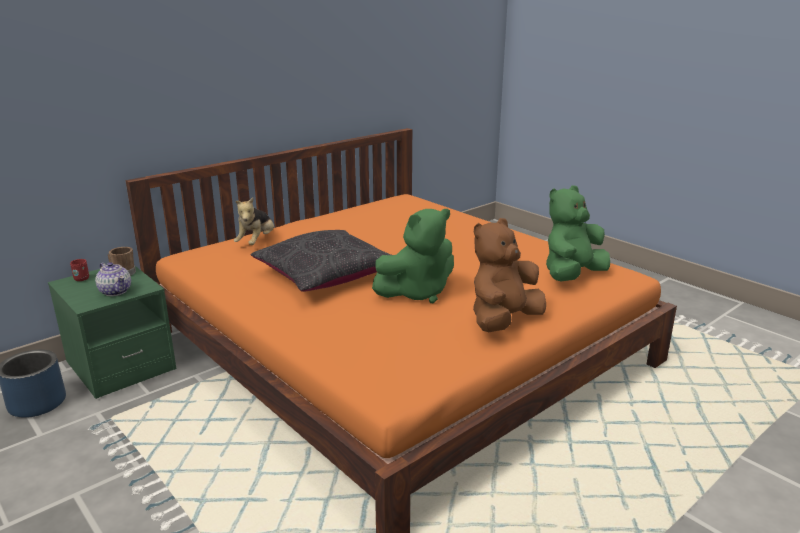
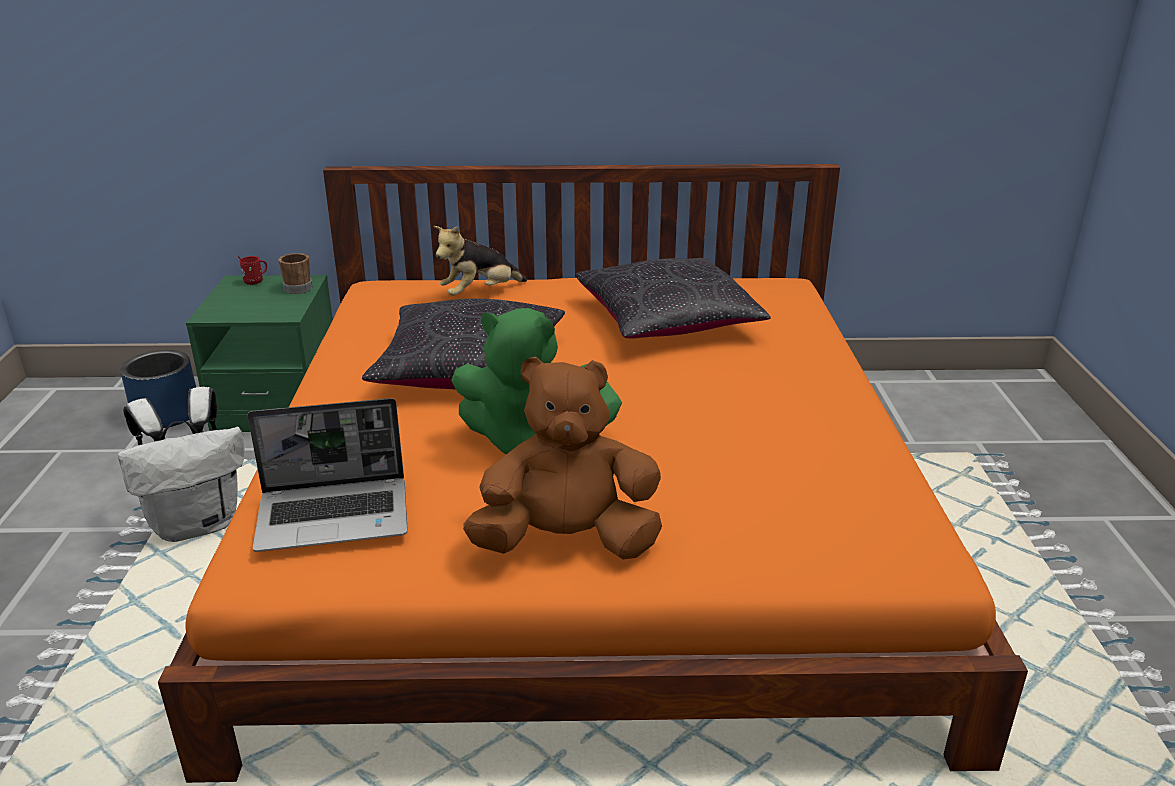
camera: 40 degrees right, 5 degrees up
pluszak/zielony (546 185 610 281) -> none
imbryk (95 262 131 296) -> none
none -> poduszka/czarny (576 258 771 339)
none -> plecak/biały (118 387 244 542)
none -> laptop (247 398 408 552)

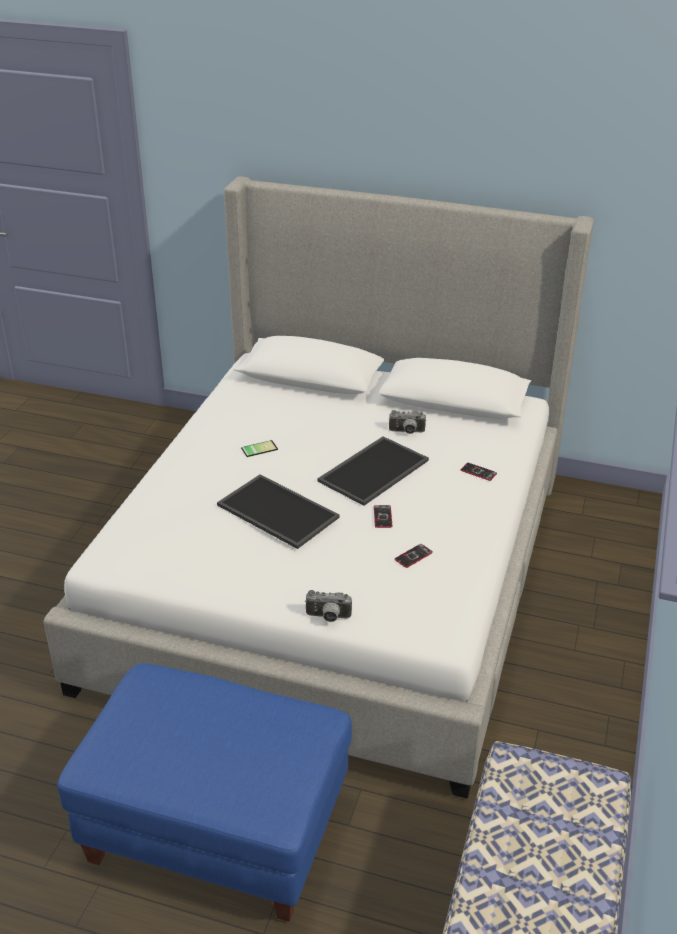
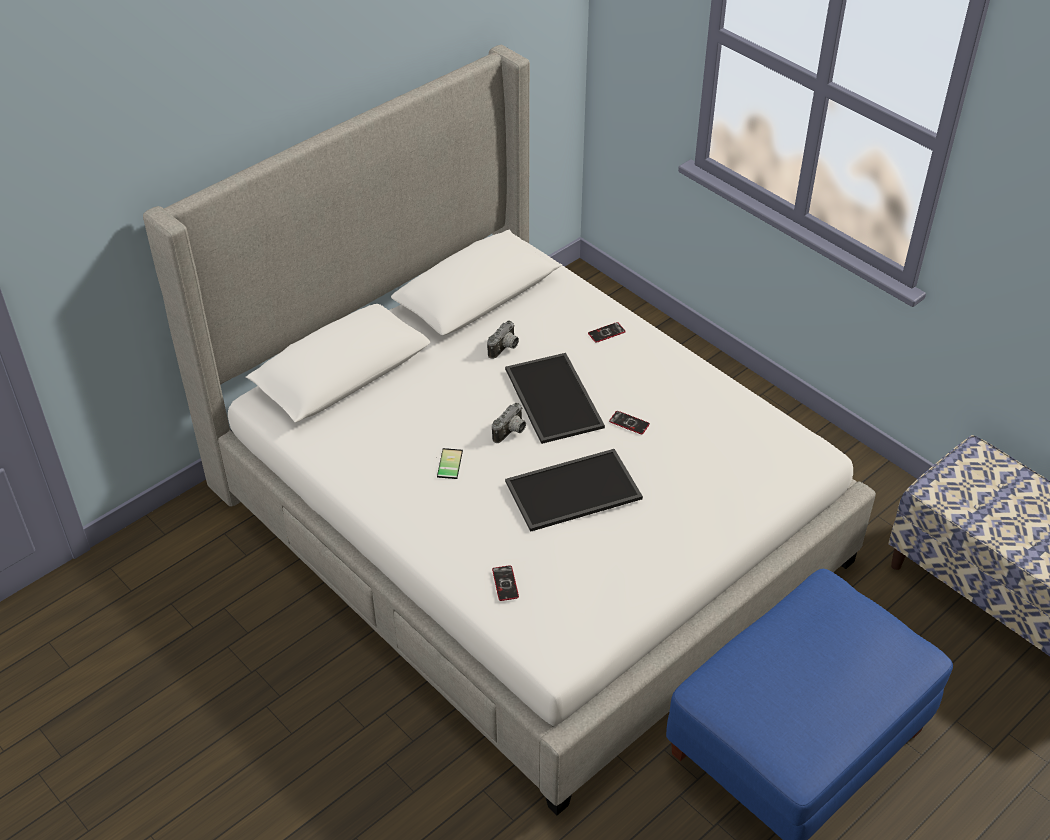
camera: 60 degrees left, 10 degrees up
telefon (395 544 433 568) -> telefon (492 565 519 601), move
aparat fotograficzny (305 590 352 622) -> aparat fotograficzny (492 403 526 443), move

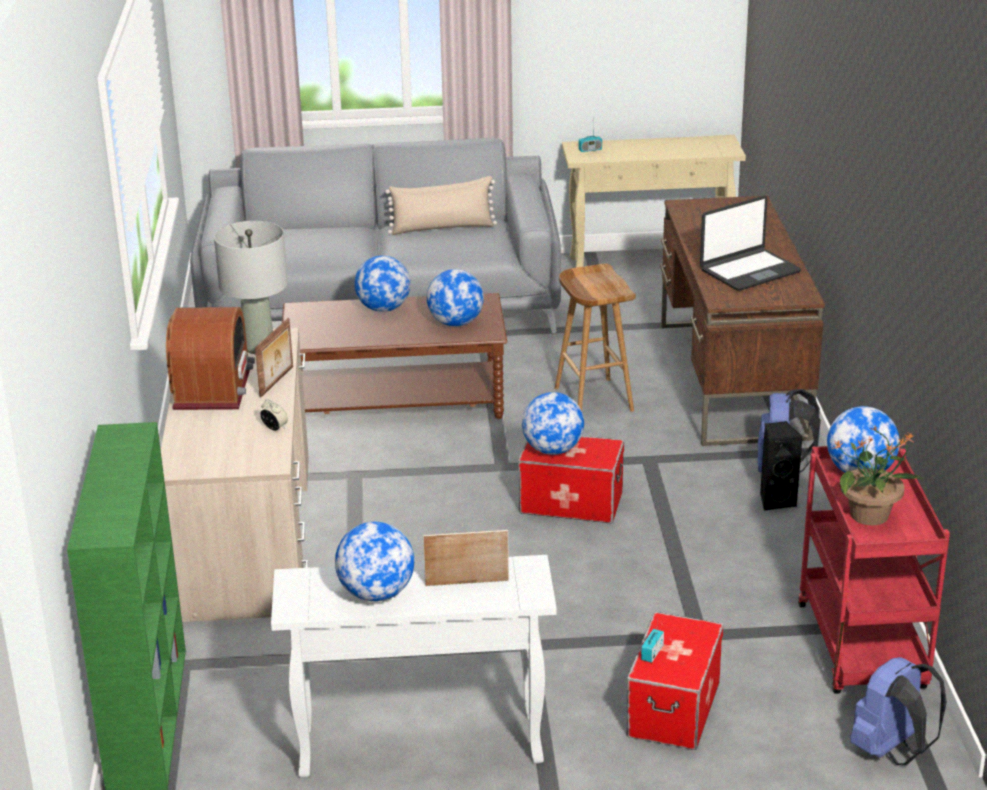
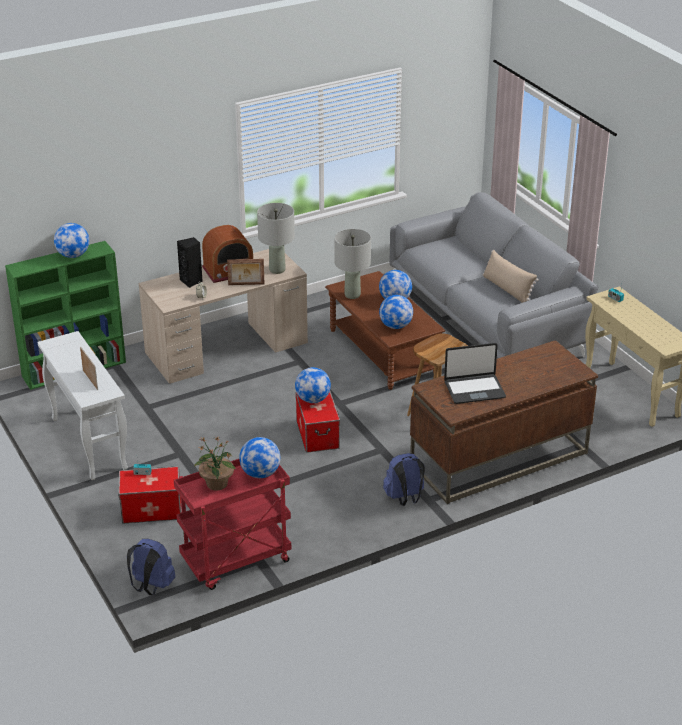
camera: 65 degrees right, 5 degrees up
laptop (700 196 801 291) -> laptop (444 343 506 404), 45 degrees counterclockwise
głośnik/czarny (760 421 803 511) -> głośnik/czarny (177 237 203 288), move
globus (335 522 414 602) -> globus (54 223 89 258), move
none -> lampa stołowa/szary (335 229 371 299)

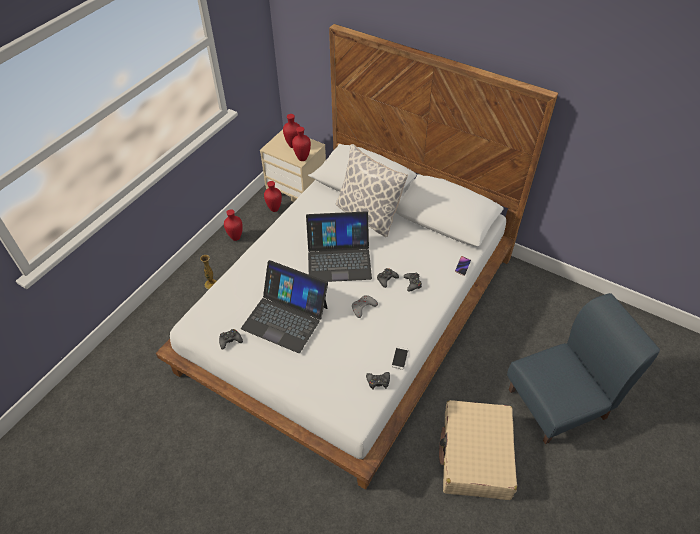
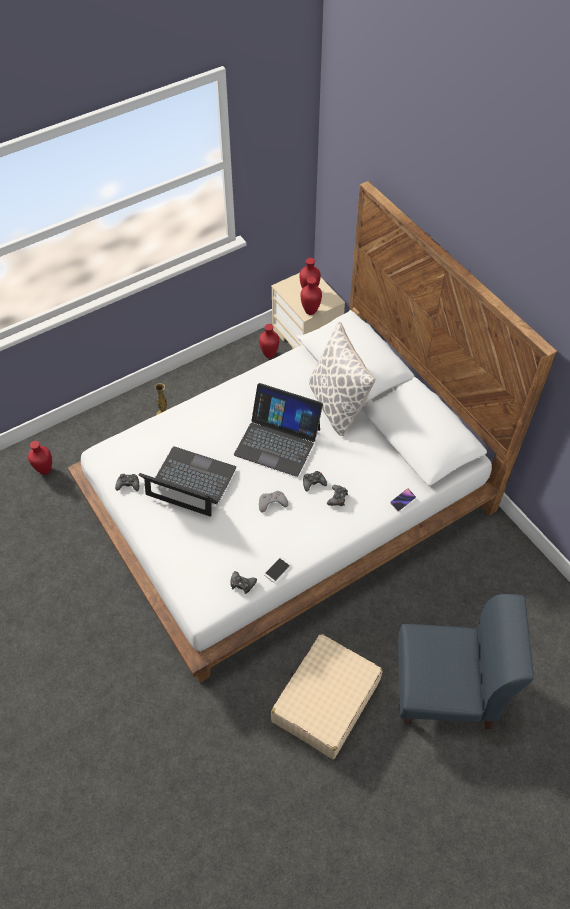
camera: 25 degrees right, 5 degrees up
wazon/czerwony (224 209 243 241) -> wazon/czerwony (28 441 52 475), move
laptop (241 260 328 353) -> laptop (138 446 236 517), 150 degrees clockwise

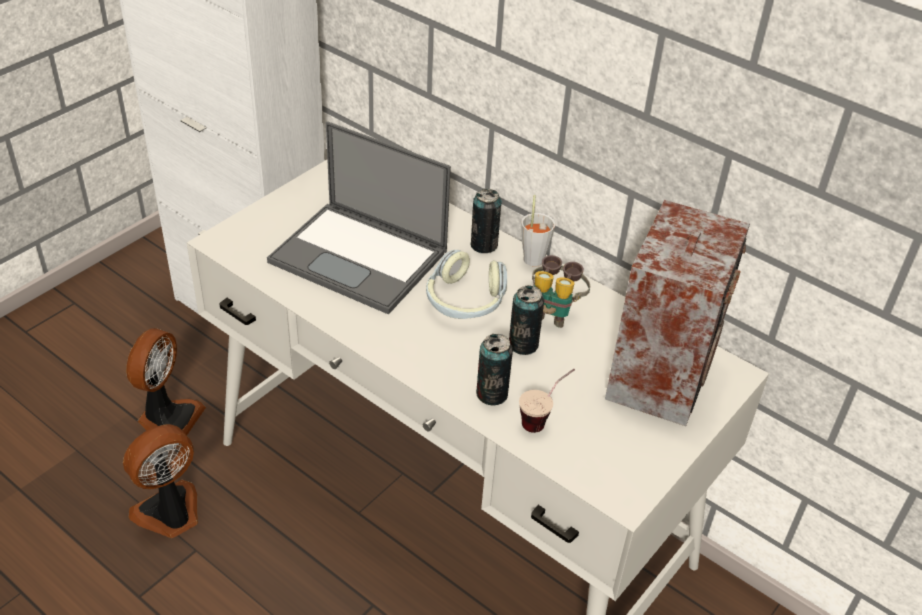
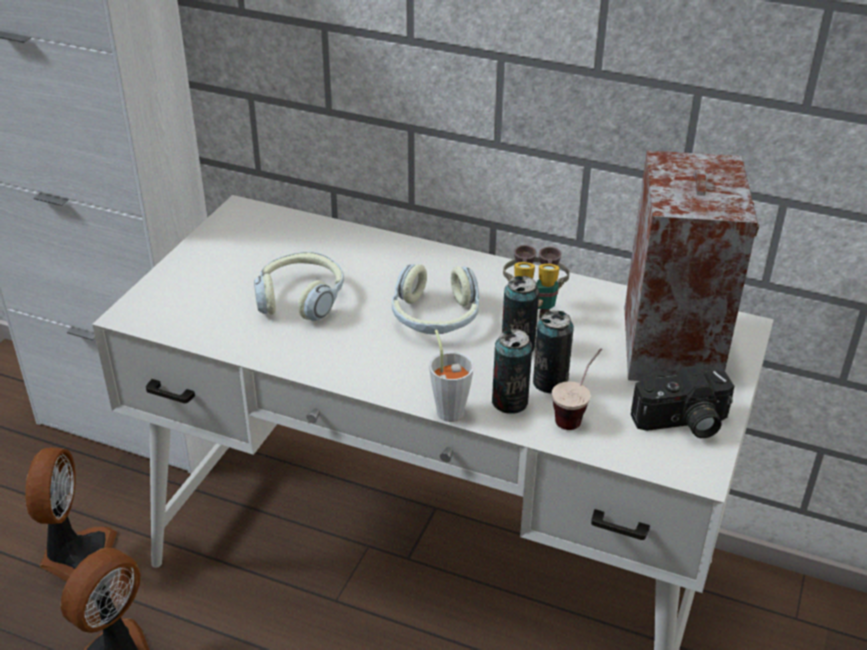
camera: 15 degrees left, 5 degrees down
laptop (267 121 451 314) -> słuchawki (254 252 344 321)
puszka (471 189 502 253) -> puszka (533 310 574 394), move
filiżanka/szary (521 195 555 267) -> filiżanka/szary (429 330 474 422), move
none -> aparat fotograficzny (631 365 734 438)

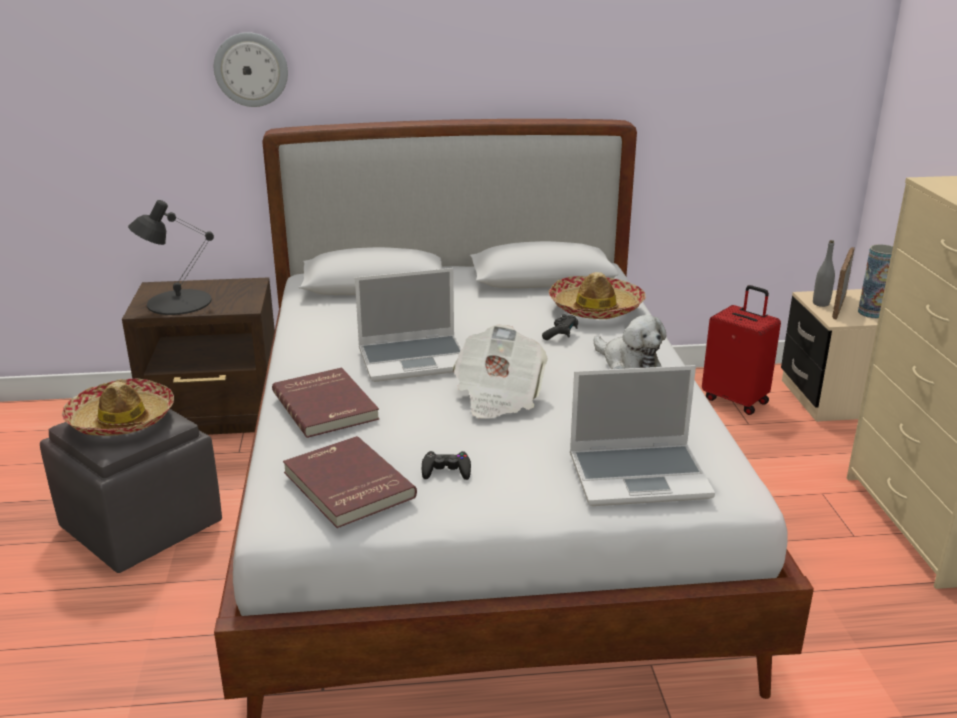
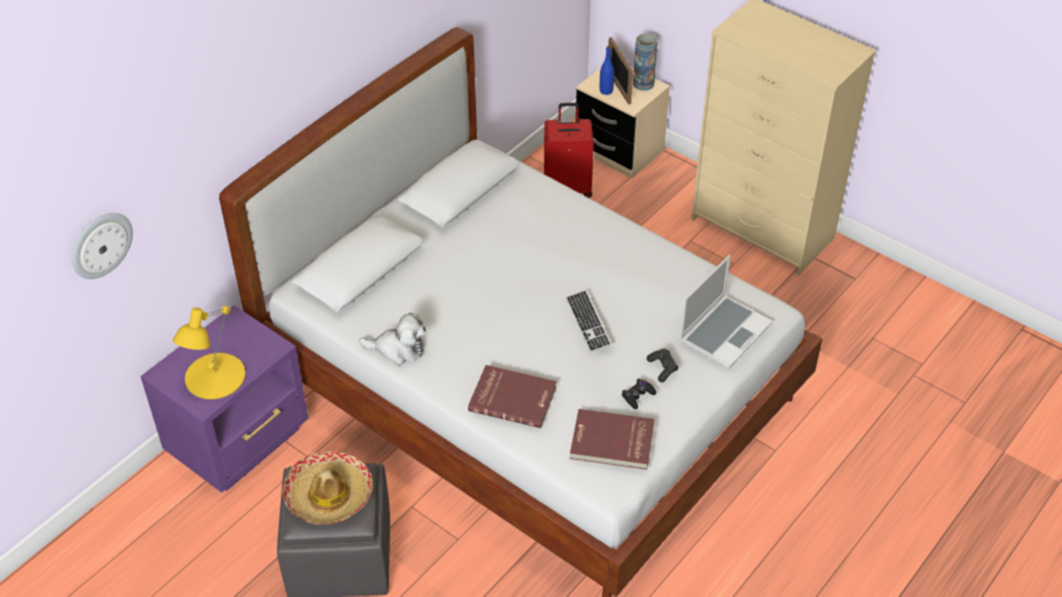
camera: 45 degrees left, 20 degrees up
zegar ścienny (214 32 288 107) -> zegar ścienny (72 213 133 279), move
lampa stołowa/czarny (128 200 214 315) -> lampa stołowa/żółty (173 306 245 399)
butelka/szary (813 240 835 307) -> butelka/niebieski (600 46 614 95)
laptop (355 268 462 382) -> none
kapelusz (549 272 646 319) -> none
szafka nocna/brązowy (122 277 275 435) -> szafka nocna/fioletowy (141 305 309 493)
pad do gier/czarny (542 314 578 340) -> pad do gier/czarny (647 349 678 382), move
pluszak (593 315 667 369) -> pluszak (359 312 426 366), move
gazeta (453 325 548 419) -> klawiatura (566 290 612 353)

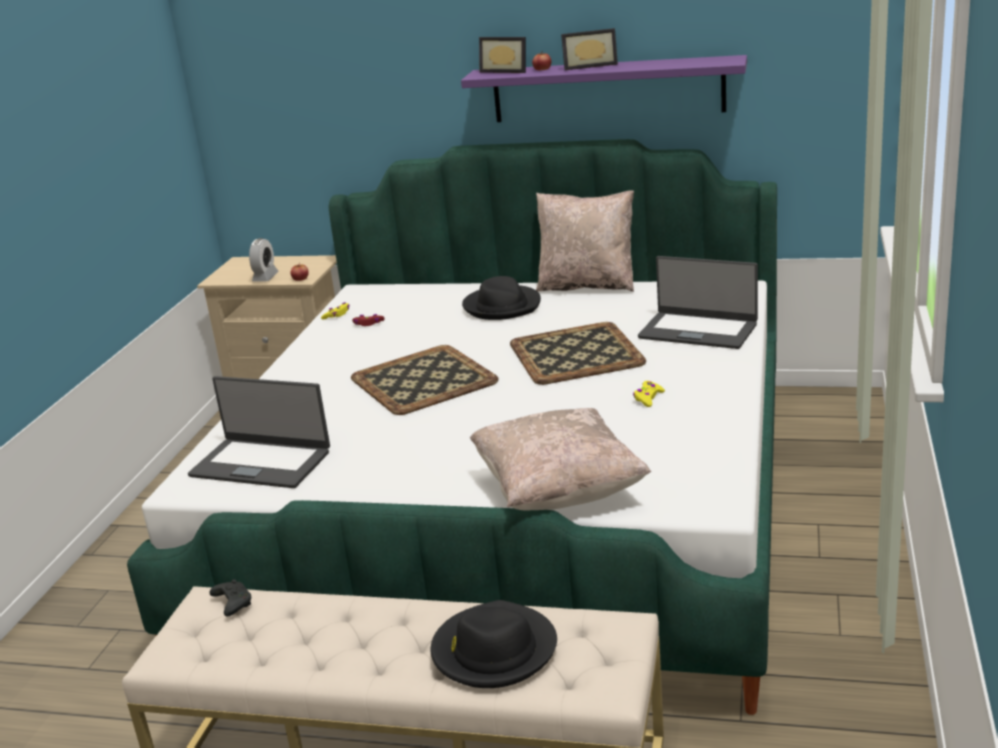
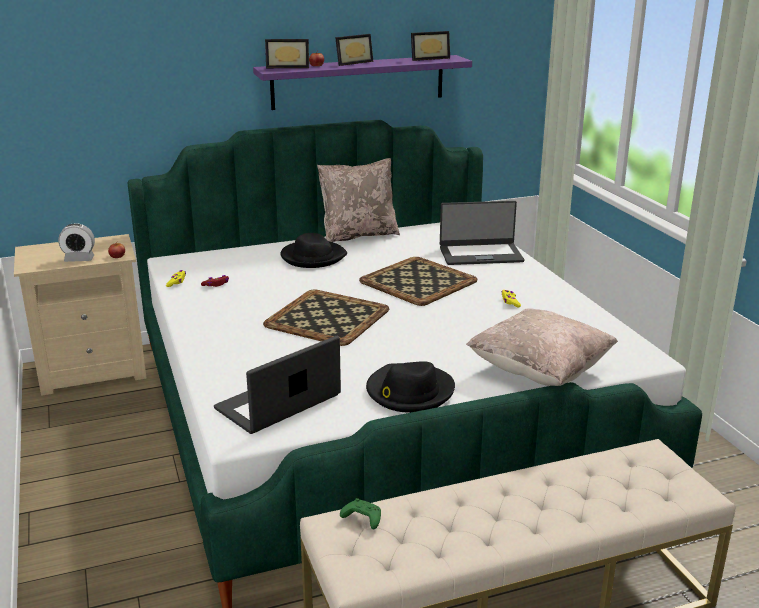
camera: 35 degrees left, 0 degrees up
budzik (249 238 279 282) -> budzik (58 223 95 262), 105 degrees clockwise
laptop (188 376 330 488) -> laptop (214 336 341 434), 150 degrees clockwise
pad do gier/czarny (209 579 251 616) -> pad do gier/zielony (340 498 381 529)
kapelusz/czarny (431 600 557 688) -> kapelusz/czarny (366 361 455 413), move
none -> ramka na zdjęcie (411 31 450 61)

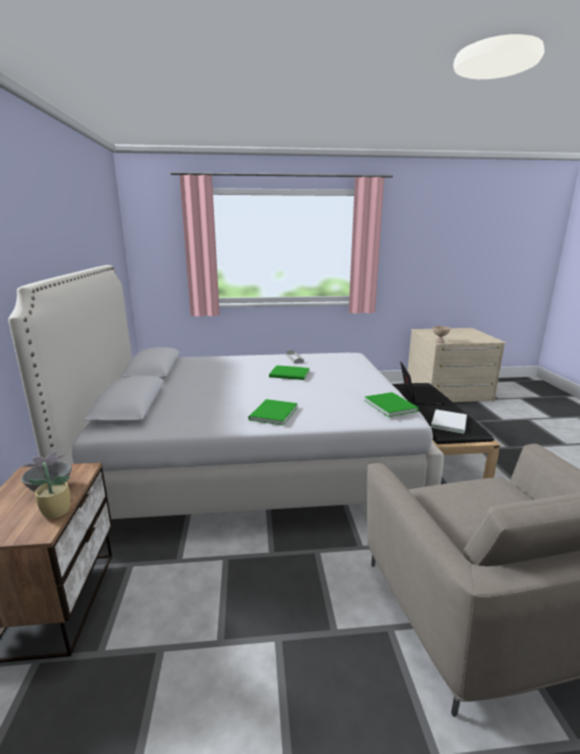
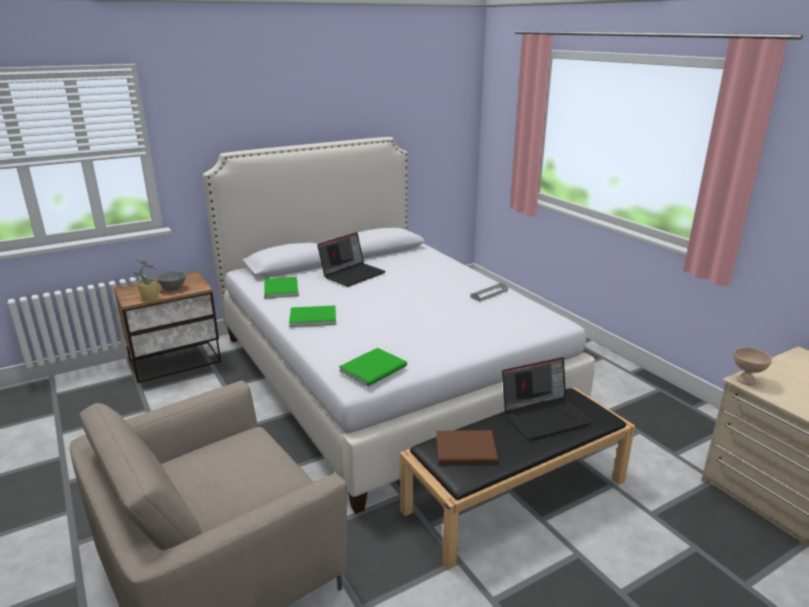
camera: 65 degrees right, 5 degrees up
książka/zielony (269 365 310 380) -> książka/zielony (264 277 299 298), move
książka/biały (431 410 467 434) -> książka/brązowy (436 430 498 463)
none -> laptop (317 232 386 287)

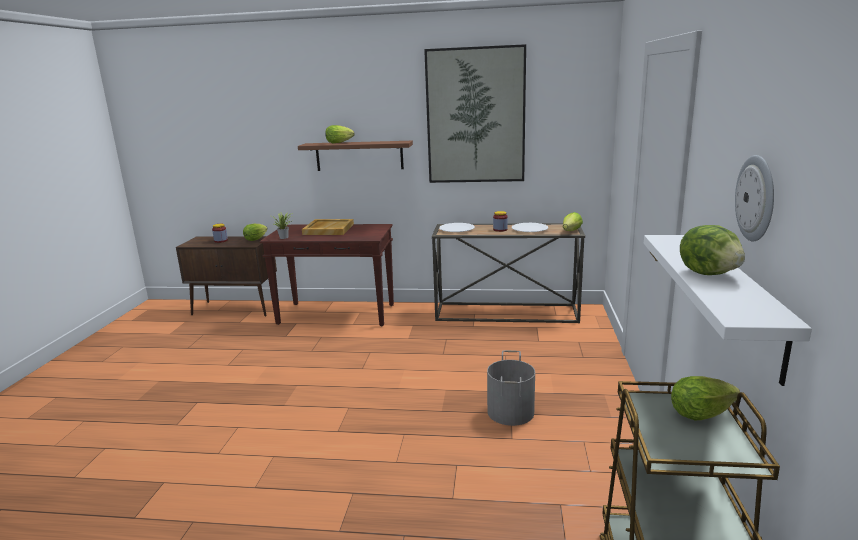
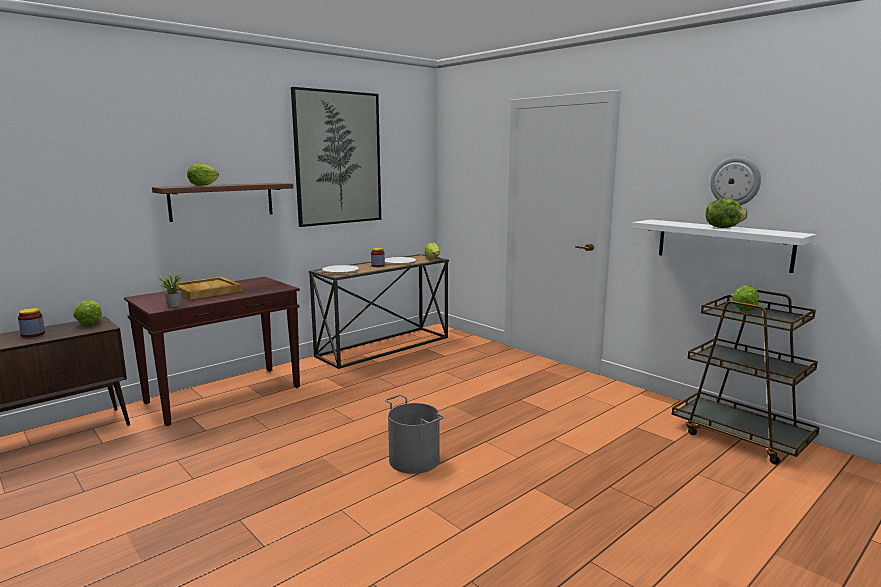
camera: 50 degrees left, 5 degrees down
wiadro/szary (487 350 535 426) -> wiadro/szary (385 395 444 474), move

